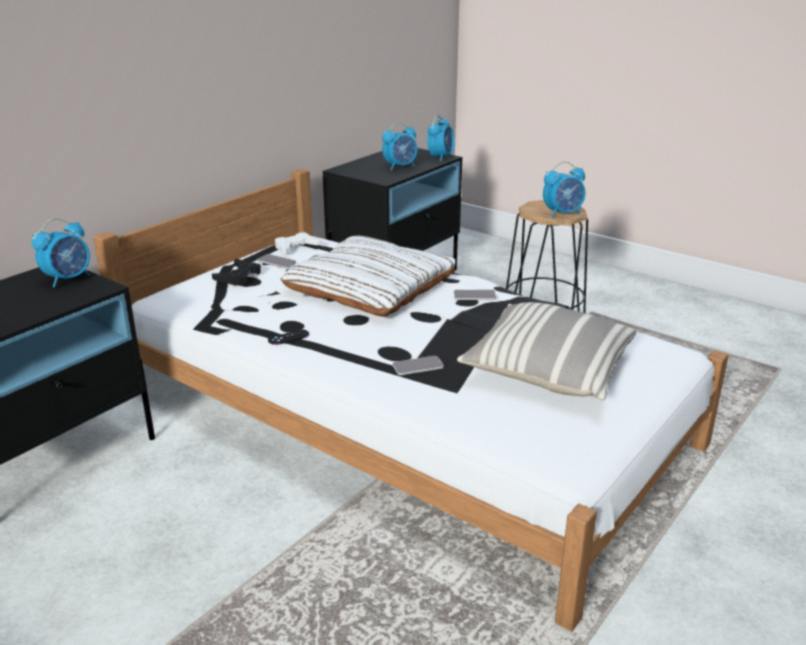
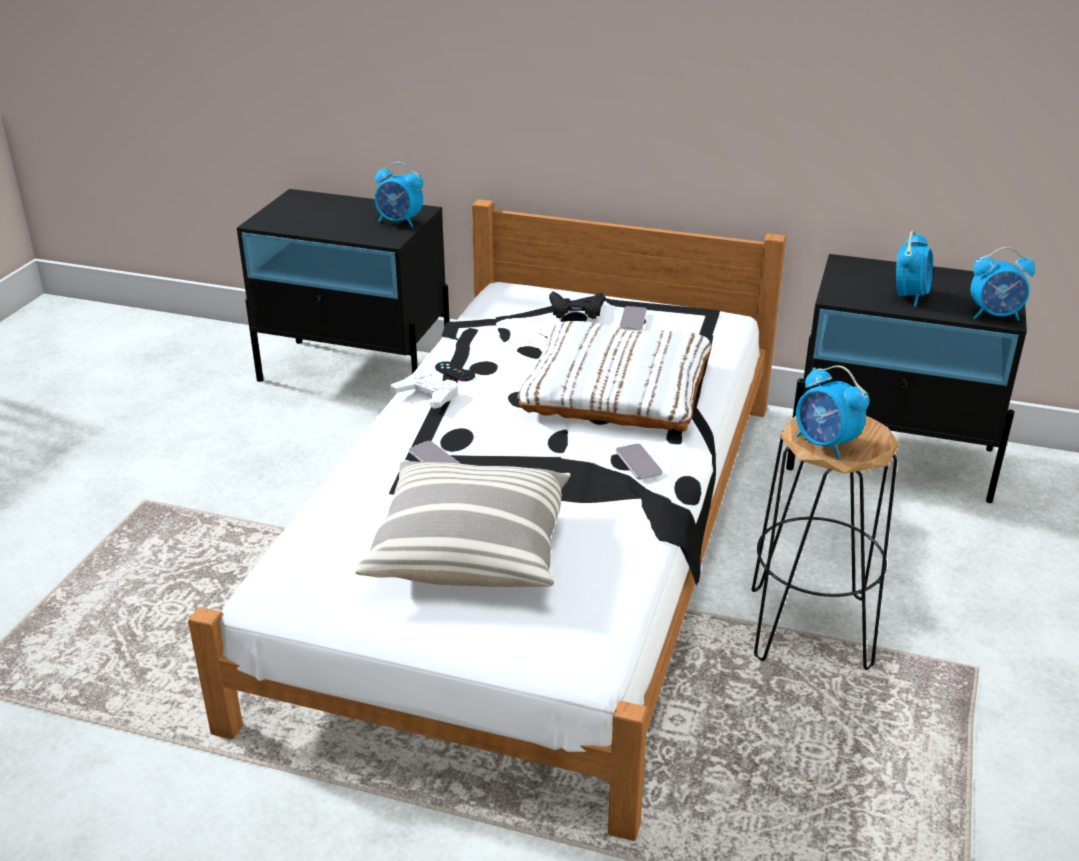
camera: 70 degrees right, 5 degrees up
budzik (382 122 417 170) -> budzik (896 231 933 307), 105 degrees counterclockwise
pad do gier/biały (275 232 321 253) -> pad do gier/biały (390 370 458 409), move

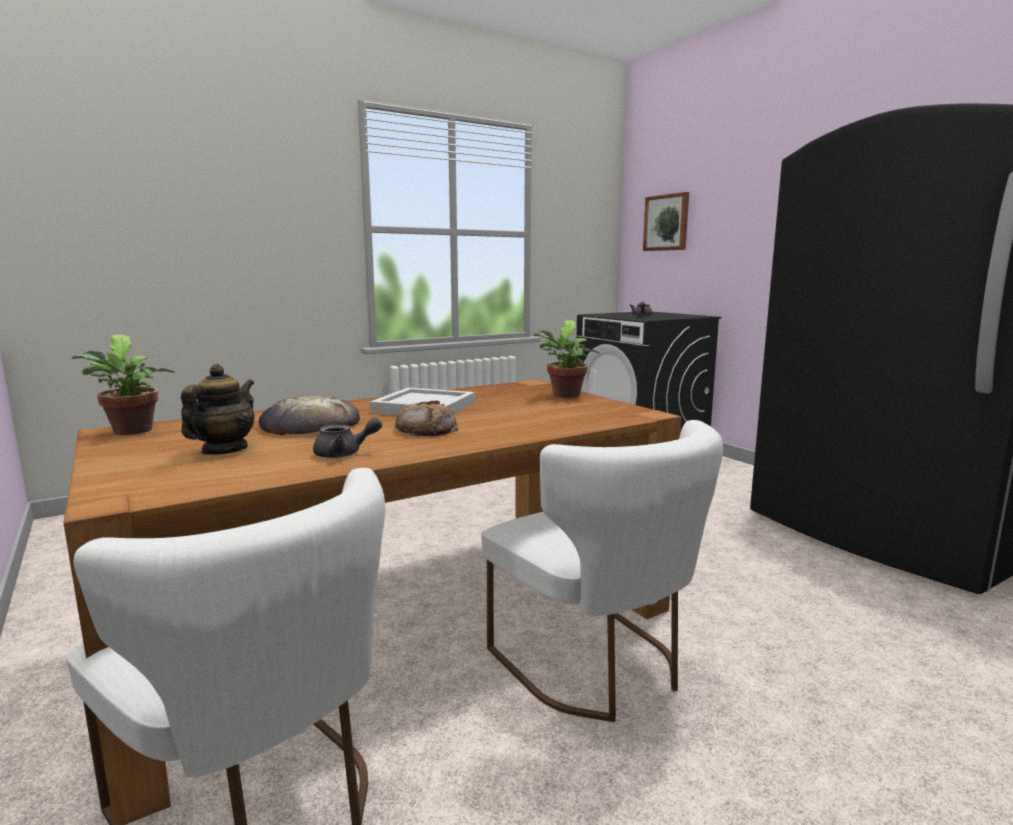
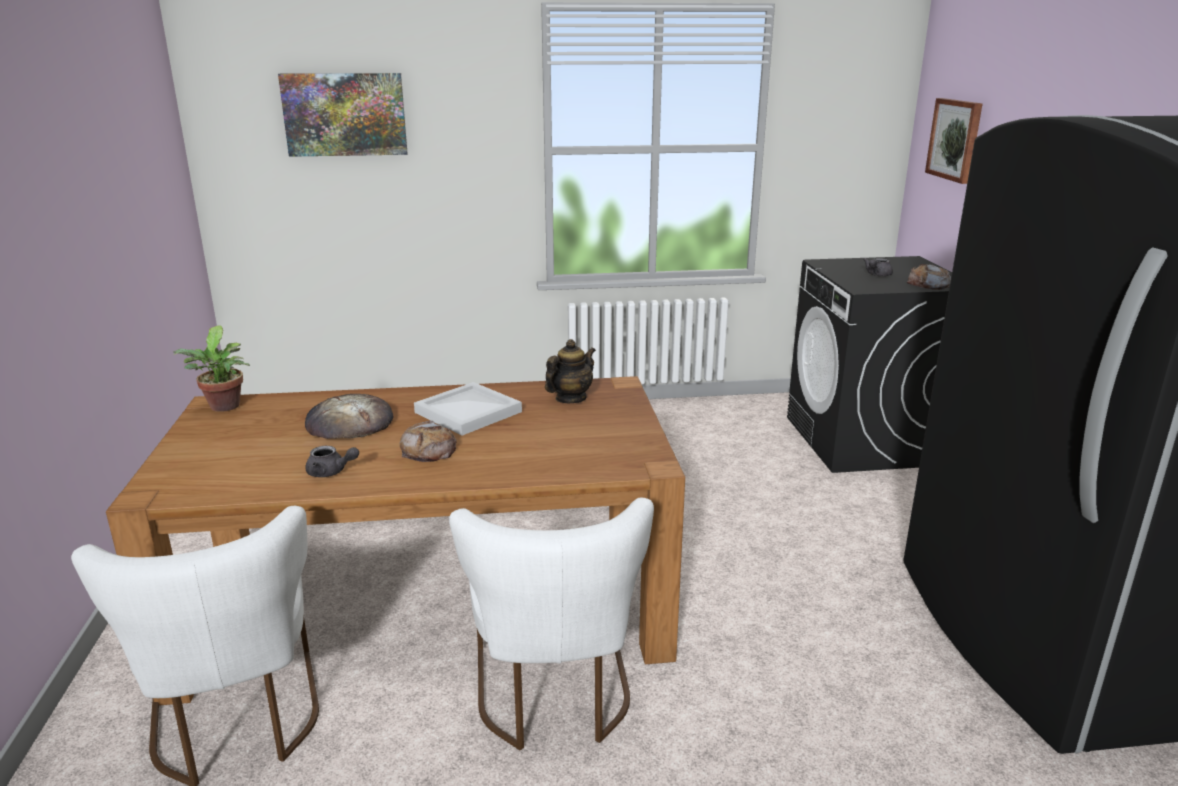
camera: 25 degrees right, 10 degrees up
roślina doniczkowa (534 320 599 398) -> none
imbryk (181 364 255 455) -> imbryk (545 339 596 403), move
none -> obraz (278 73 408 157)
none -> chleb (907 264 951 290)

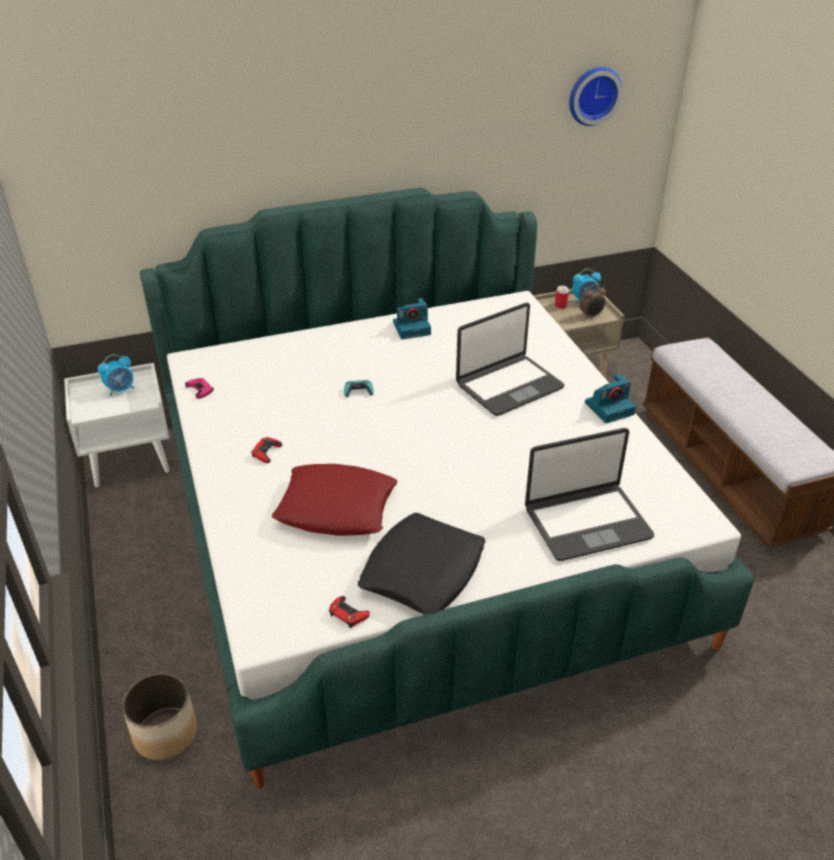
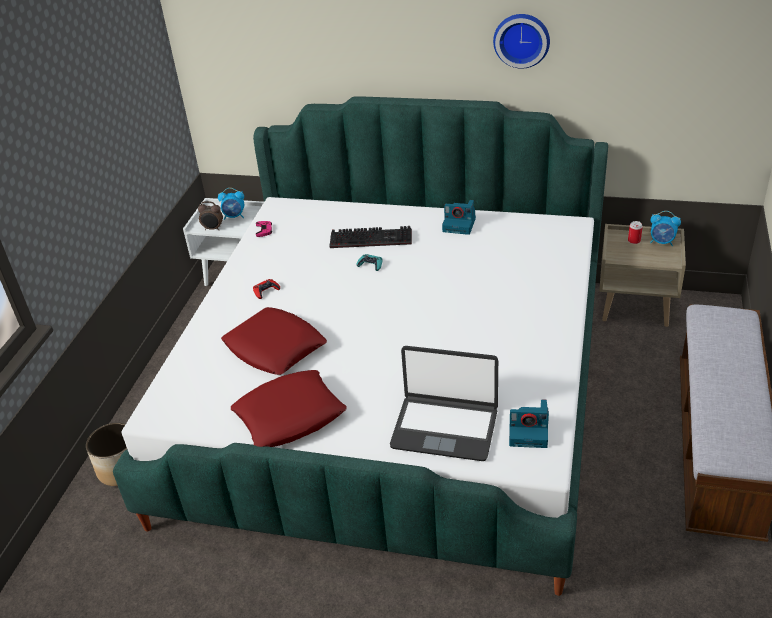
camera: 35 degrees right, 0 degrees up
zegar ścienny (569 67 622 126) -> zegar ścienny (493 14 550 69), move
budzik (579 284 606 319) -> budzik (198 201 223 230), move
laptop (456 303 565 416) -> none
aparat fotograficzny (585 374 636 423) -> aparat fotograficzny (509 399 549 448), move
poduszka/czarny (358 513 486 615) -> poduszka/czerwony (231 370 347 447)
pad do gier/czerwony (329 596 370 628) -> none
none -> klawiatura (330 226 412 248)

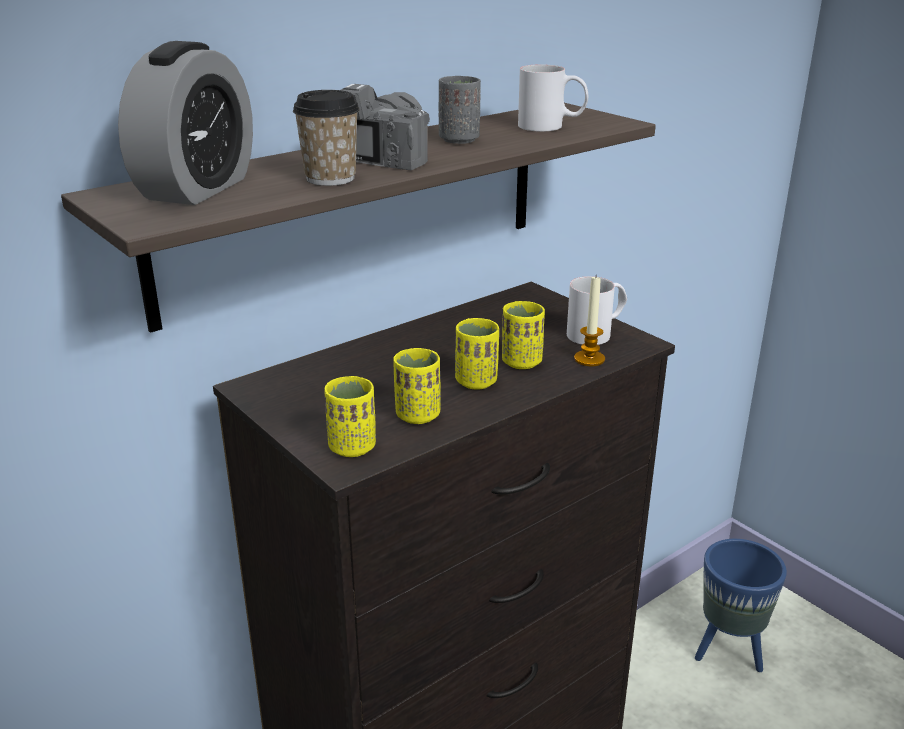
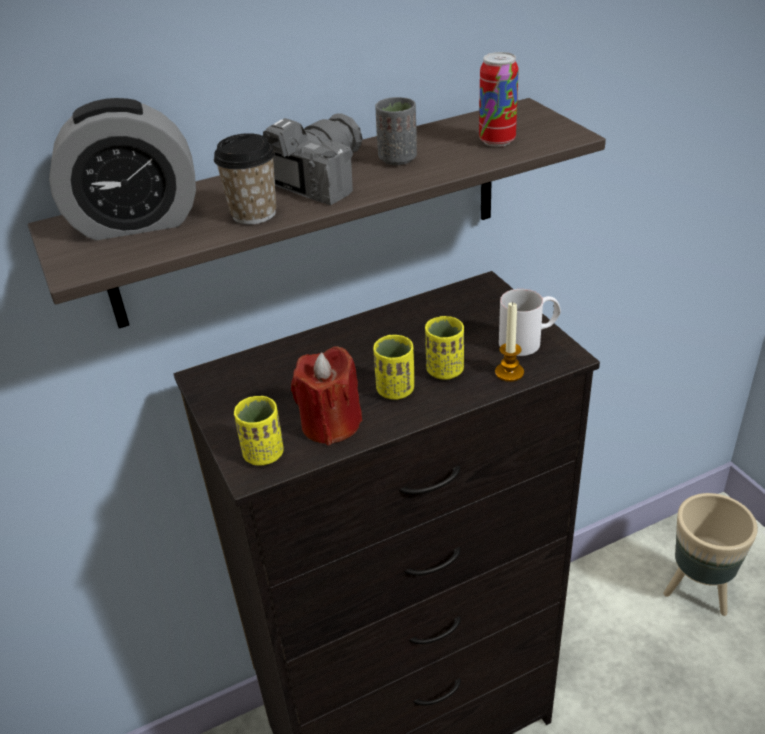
camera: 15 degrees right, 10 degrees up
budzik (118 41 253 205) -> budzik (49 98 196 240), 45 degrees clockwise
kubek/biały (518 64 588 132) -> puszka (479 52 519 147)
filiżanka/żółty (393 348 441 424) -> świeca/czerwony (291 347 362 445)
donica/niebieski (695 539 787 672) -> donica/beżowy (664 493 758 616)

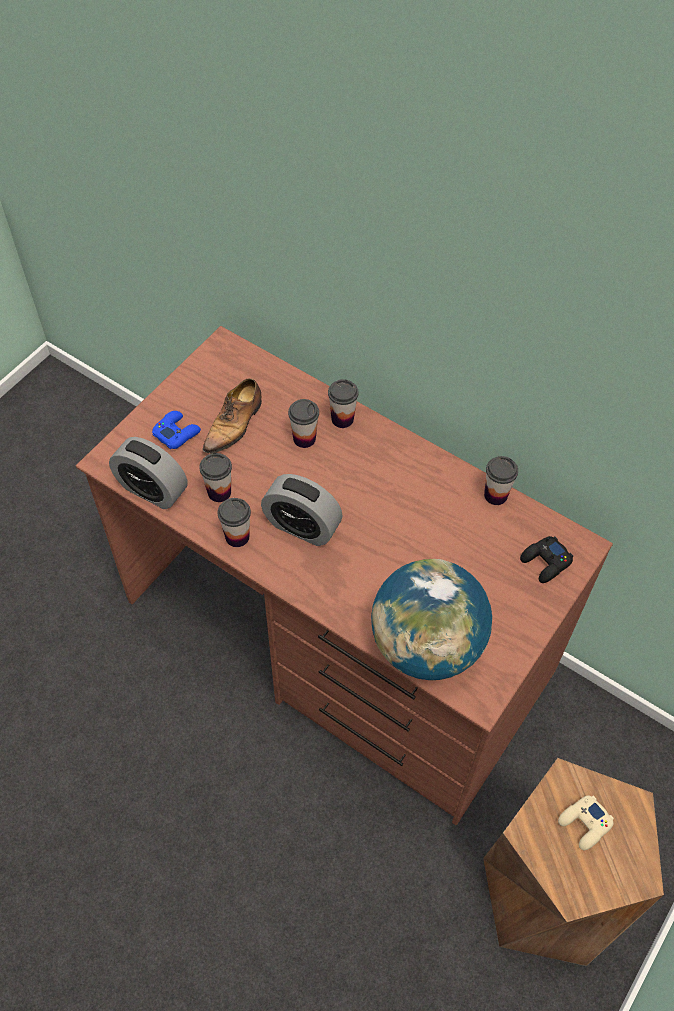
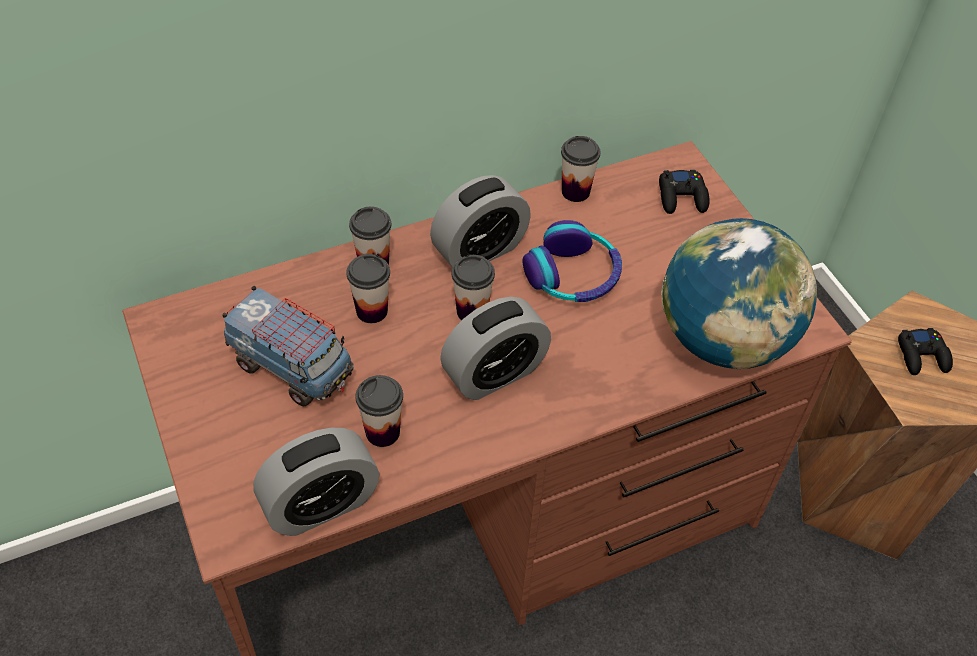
camera: 60 degrees left, 5 degrees down
but (202 378 262 454) -> ciężarówka zabawkowa (222 286 354 406)
pad do gier/niebieski (152 411 201 449) -> none
filiżanka (218 498 251 547) -> filiżanka (451 255 495 320), move
pad do gier/beżowy (558 795 614 850) -> pad do gier/czarny (898 328 953 375)
none -> budzik (430 175 531 267)
none -> słuchawki (523 220 622 302)

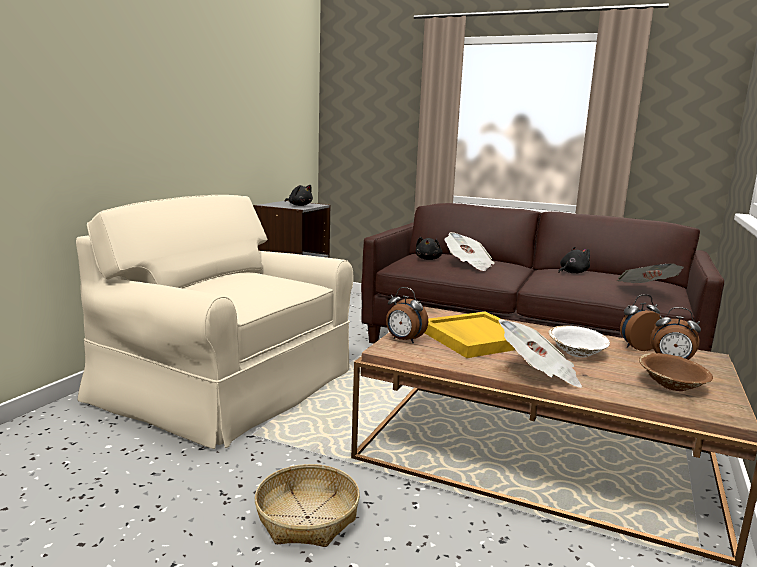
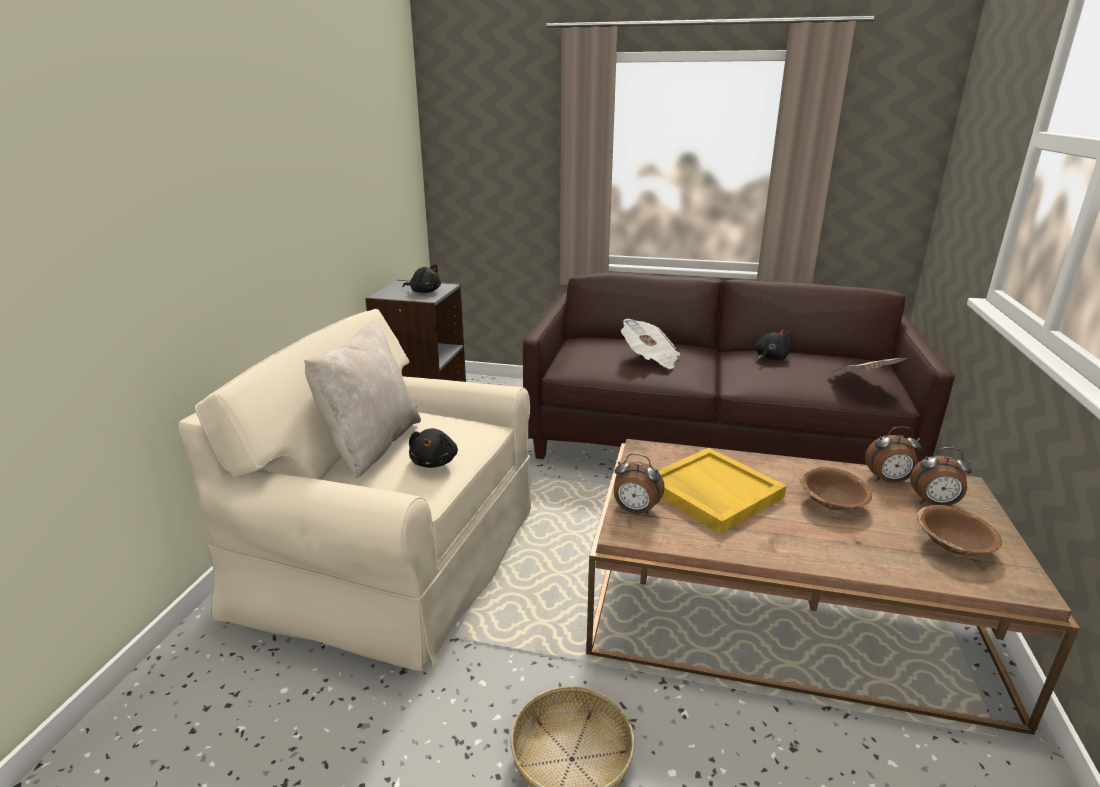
camera: 10 degrees left, 10 degrees up
pluszak/czarny (416 237 443 260) -> pluszak/czarny (409 428 458 468), move
budzik (620 294 663 351) -> budzik (865 427 921 483), 150 degrees counterclockwise
gazeta (499 319 583 388) -> none
miska/biały (548 325 610 358) -> miska/brązowy (800 467 872 510)
none -> poduszka/beżowy (304 321 421 479)

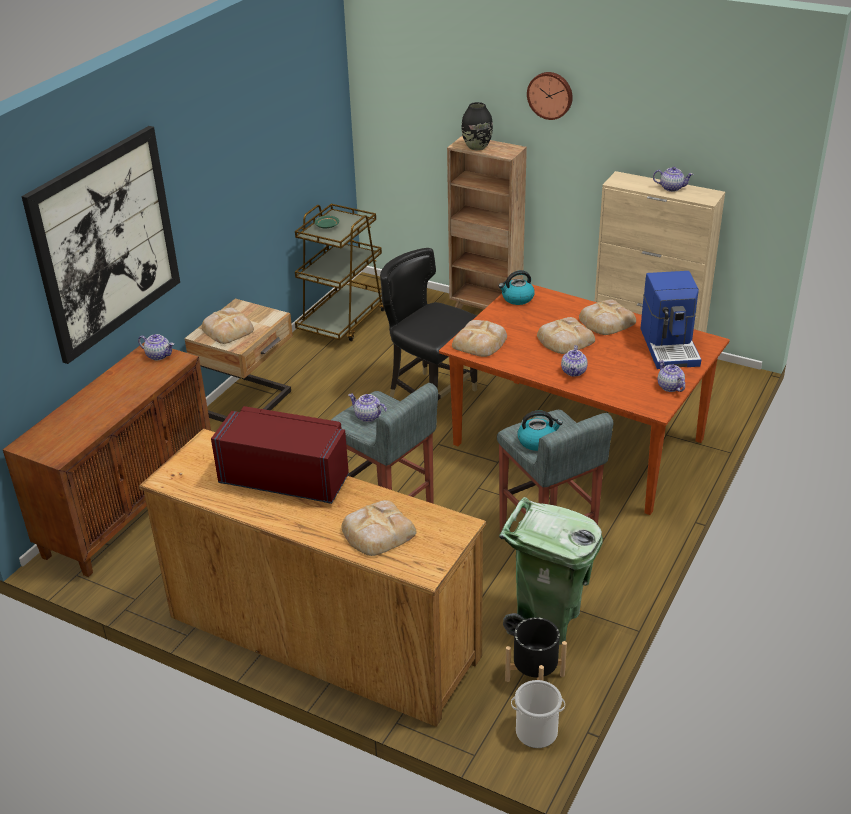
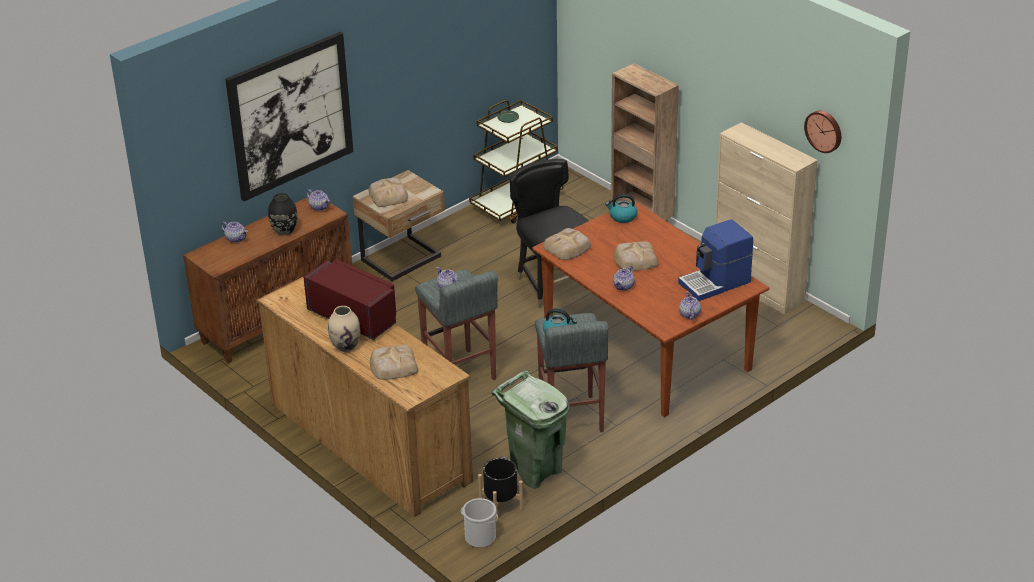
camera: 20 degrees right, 0 degrees up
zegar ścienny (527 72 573 120) -> zegar ścienny (804 111 841 153), move
wazon/czarny (462 102 493 150) -> wazon/czarny (268 193 298 235), move
imbryk (653 167 693 192) -> imbryk (221 221 248 243), move
ekspres do kawy (640 271 701 369) -> ekspres do kawy (678 219 753 301), 45 degrees clockwise
chleb (579 299 636 335) -> none
none -> wazon/beżowy (328 306 360 352)

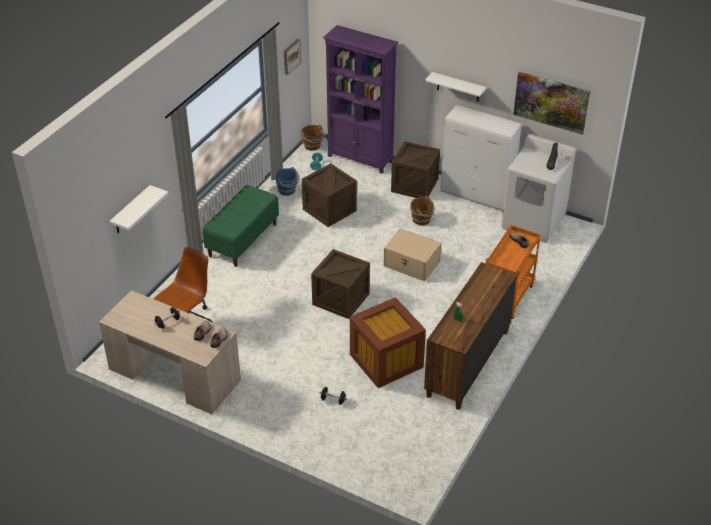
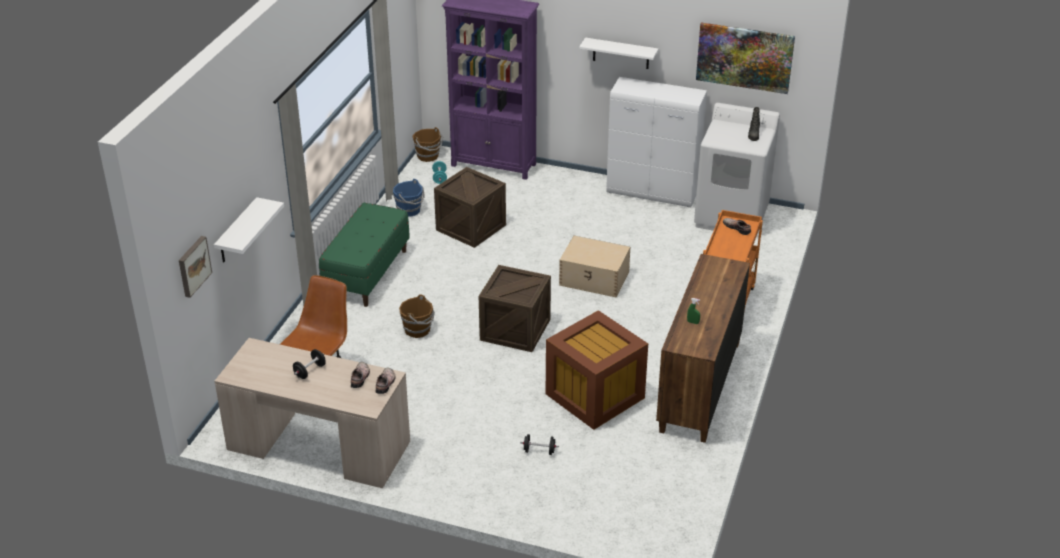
camera: 10 degrees left, 5 degrees down
obraz (284 39 301 75) -> obraz (179 236 212 298), move
skrzynka (391 141 440 198) -> none
wiadro/brązowy (410 195 435 226) -> wiadro/brązowy (399 295 435 338), move

